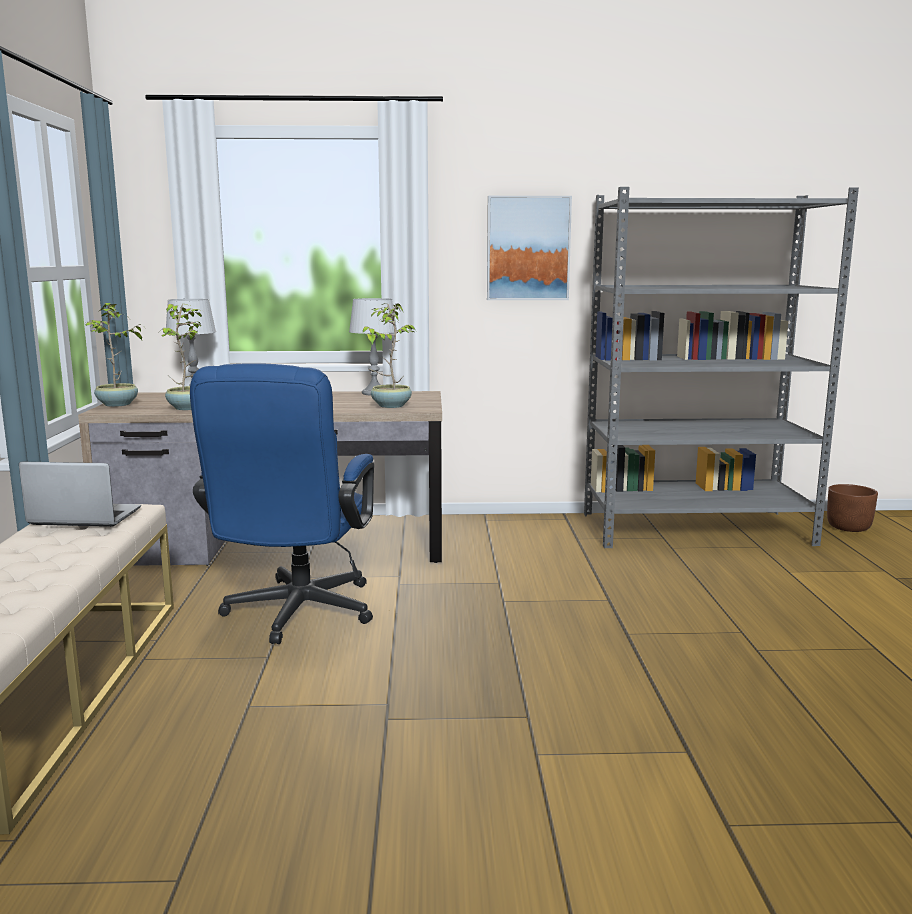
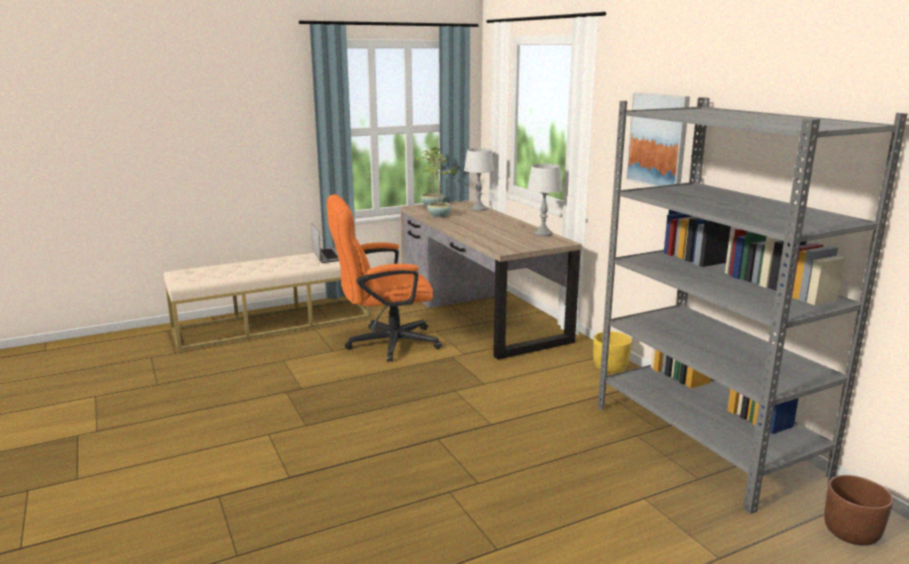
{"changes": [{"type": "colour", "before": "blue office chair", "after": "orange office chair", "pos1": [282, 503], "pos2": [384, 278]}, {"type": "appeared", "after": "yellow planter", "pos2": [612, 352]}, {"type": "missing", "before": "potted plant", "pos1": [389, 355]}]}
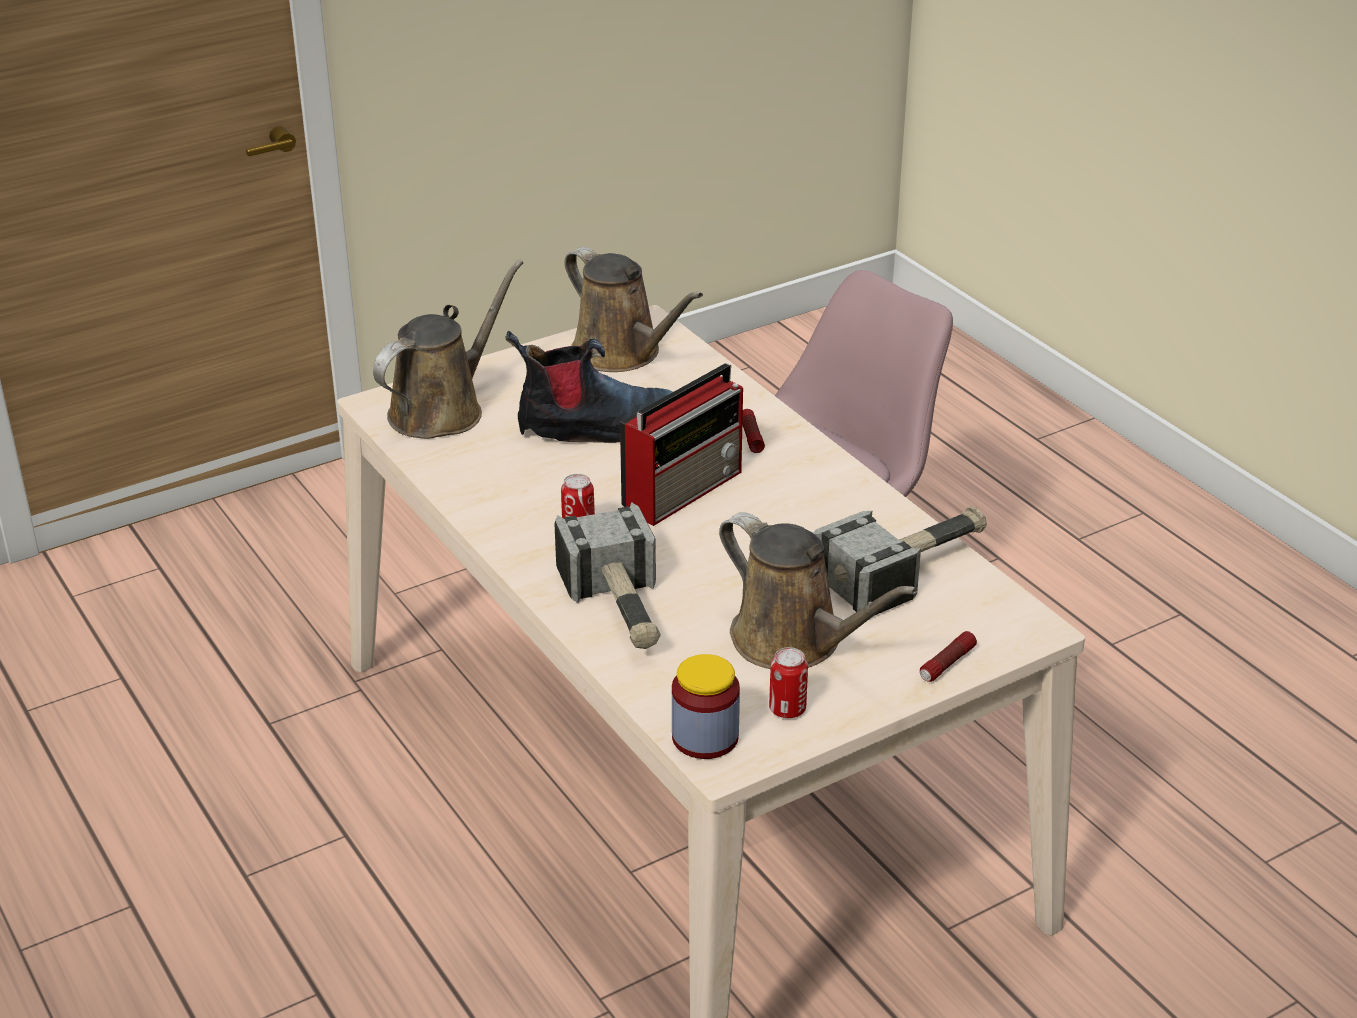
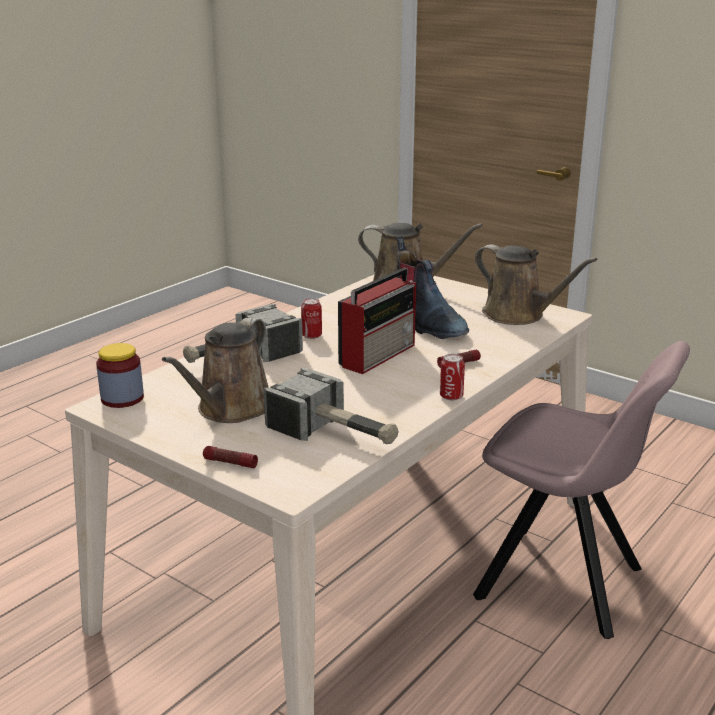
{"changes": [{"type": "spun", "before": "radio", "pos1": [681, 444], "pos2": [377, 321], "turn": -75}, {"type": "relocated", "before": "can", "pos1": [788, 682], "pos2": [452, 377]}, {"type": "spun", "before": "brown watering can", "pos1": [633, 309], "pos2": [536, 284], "turn": -75}]}
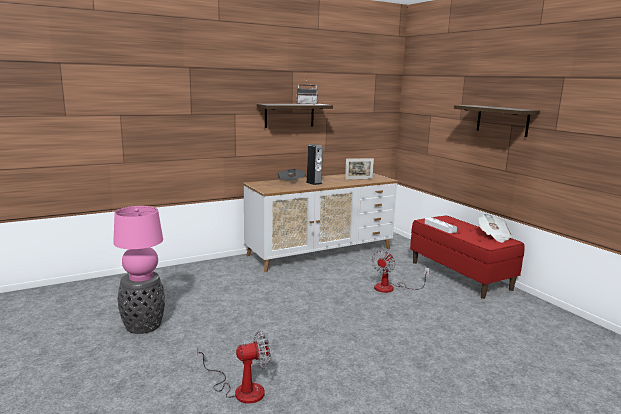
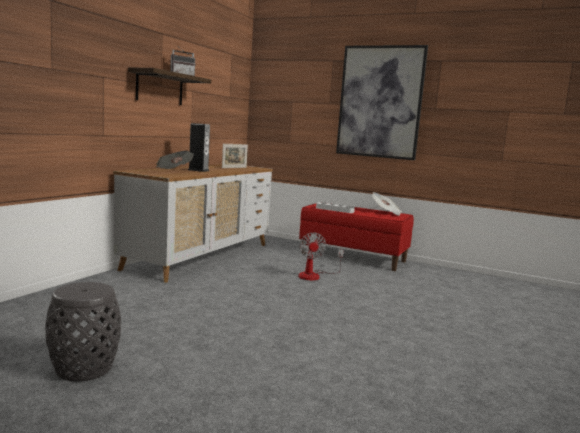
{"changes": [{"type": "exchanged", "before": "shelf", "after": "picture", "pos1": [497, 121], "pos2": [382, 102]}, {"type": "missing", "before": "pink table lamp", "pos1": [138, 244]}, {"type": "missing", "before": "fan", "pos1": [234, 367]}]}
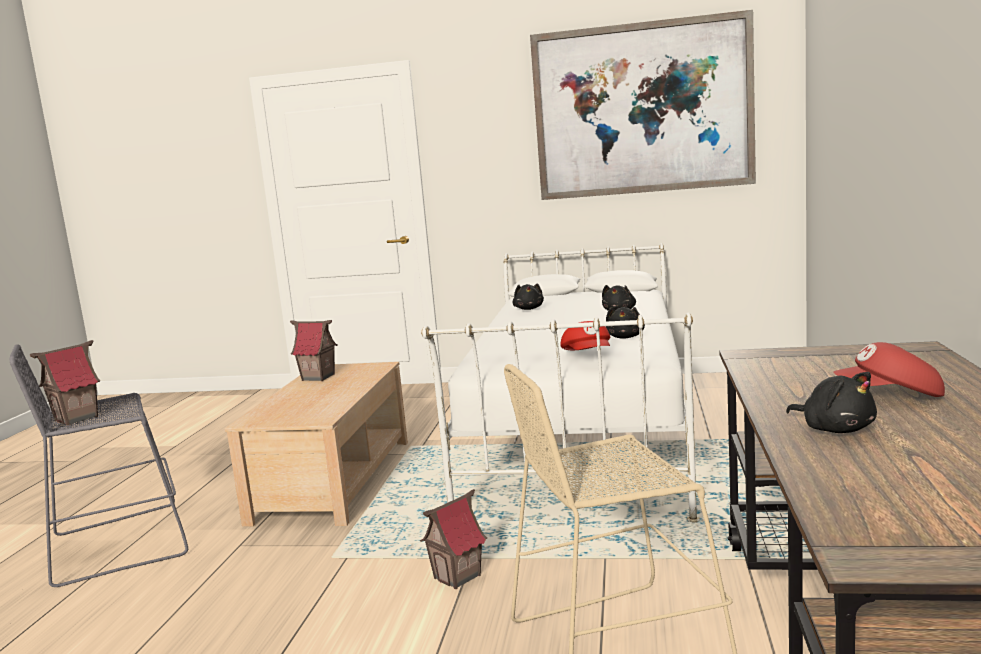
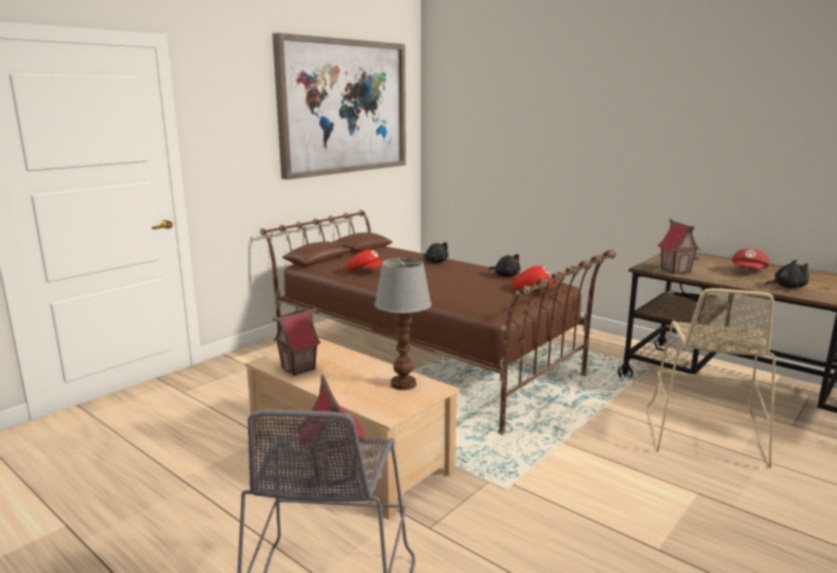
{"changes": [{"type": "colour", "before": "white bed", "after": "brown bed", "pos1": [560, 382], "pos2": [438, 322]}, {"type": "exchanged", "before": "black plush toy", "after": "red cap", "pos1": [528, 296], "pos2": [365, 260]}, {"type": "appeared", "after": "table lamp", "pos2": [403, 324]}, {"type": "relocated", "before": "toy house", "pos1": [453, 539], "pos2": [679, 246]}]}
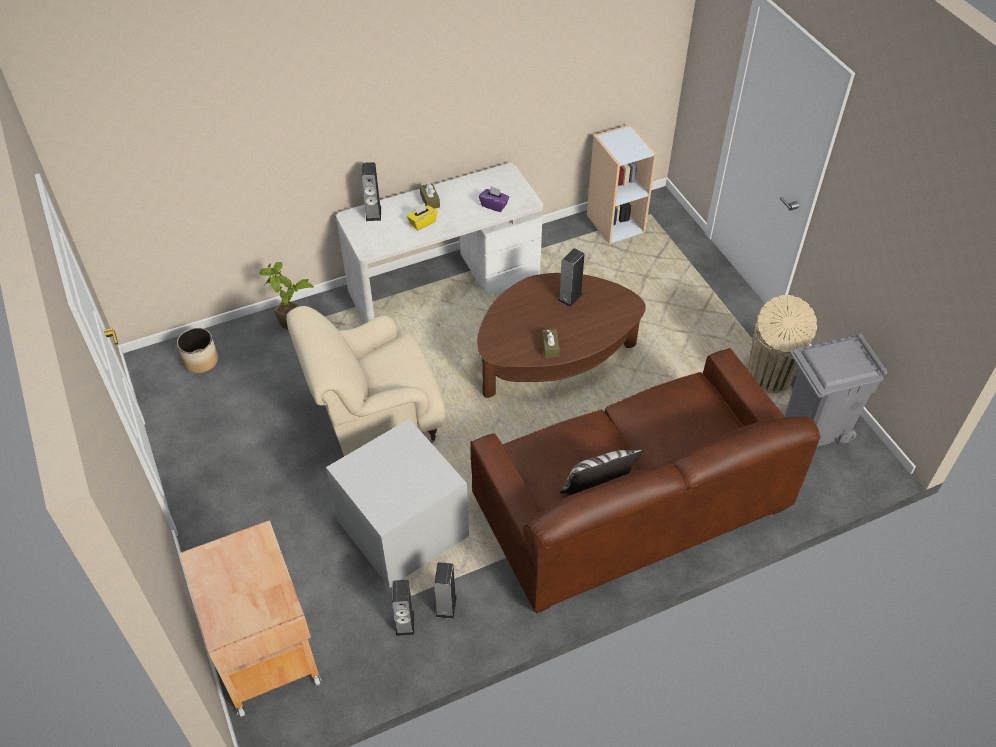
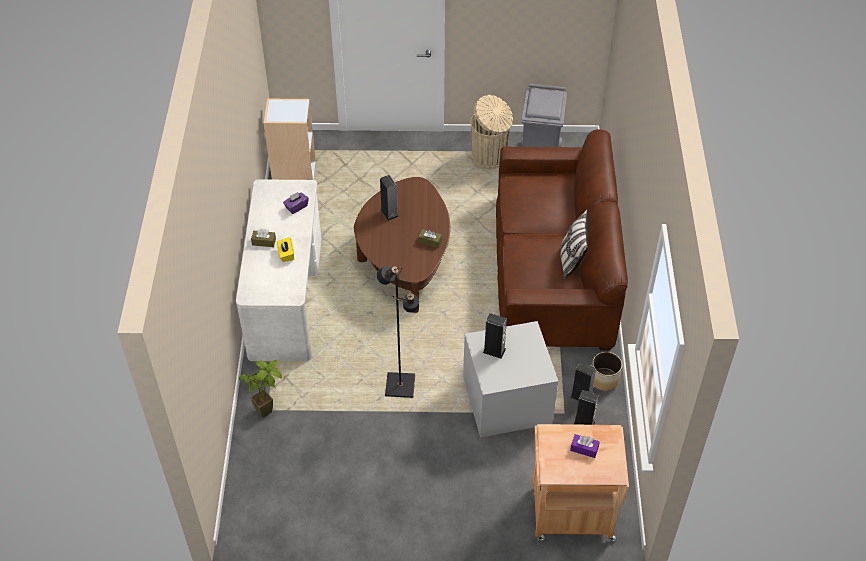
{"changes": [{"type": "exchanged", "before": "beige armchair", "after": "black floor lamp", "pos1": [365, 381], "pos2": [398, 332]}, {"type": "relocated", "before": "speaker", "pos1": [371, 191], "pos2": [495, 336]}, {"type": "appeared", "after": "purple tissue box", "pos2": [585, 446]}, {"type": "relocated", "before": "planter", "pos1": [197, 350], "pos2": [607, 371]}]}
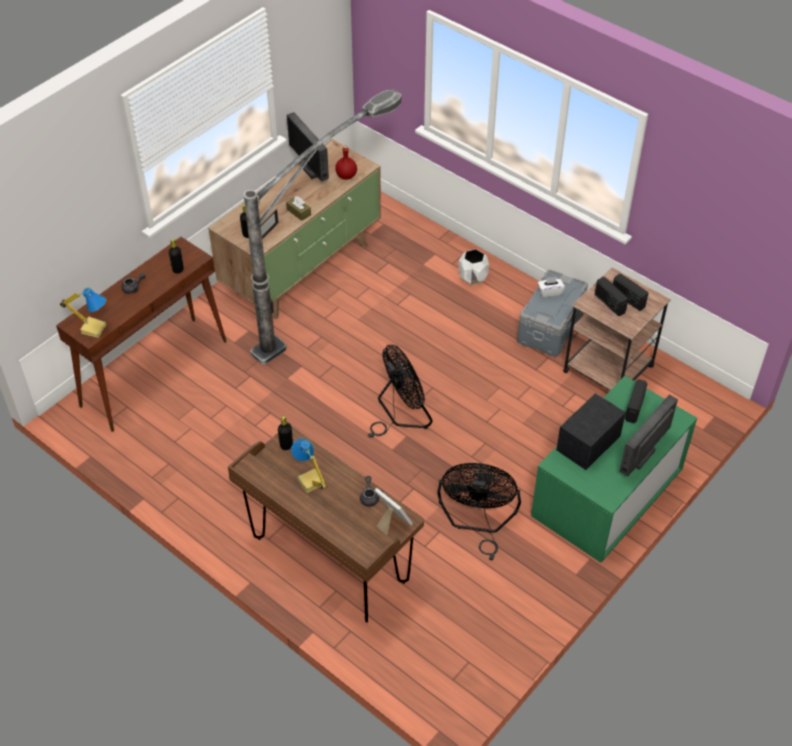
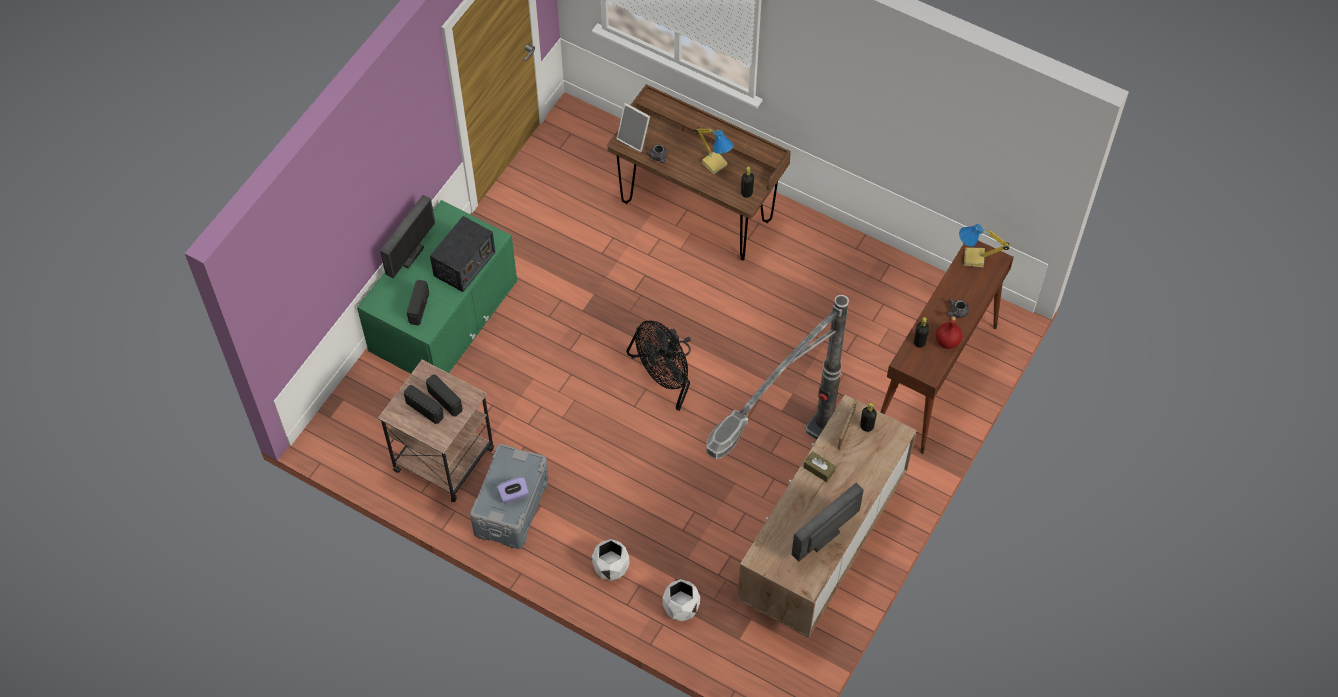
{"changes": [{"type": "colour", "before": "white tissue box", "after": "purple tissue box", "pos1": [551, 287], "pos2": [513, 490]}, {"type": "appeared", "after": "white planter", "pos2": [681, 600]}, {"type": "spun", "before": "monitor", "pos1": [308, 147], "pos2": [827, 522], "turn": -90}, {"type": "relocated", "before": "red bottle", "pos1": [346, 163], "pos2": [949, 332]}, {"type": "missing", "before": "black fan", "pos1": [479, 512]}]}
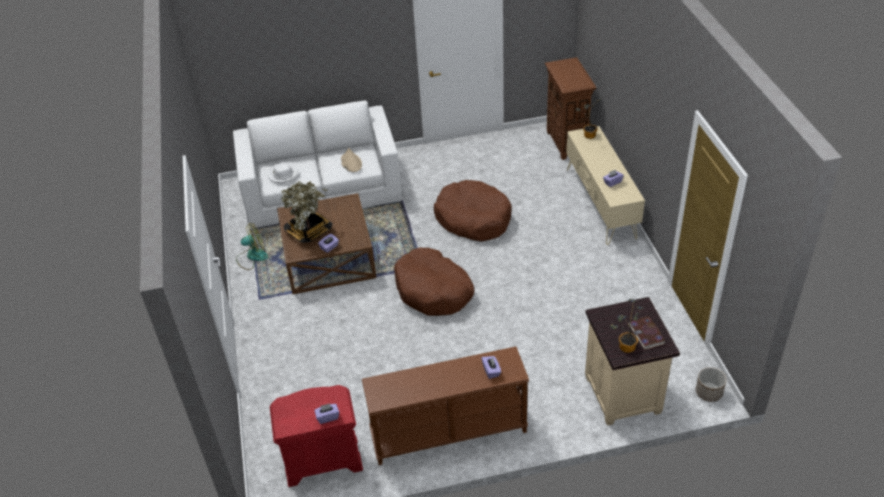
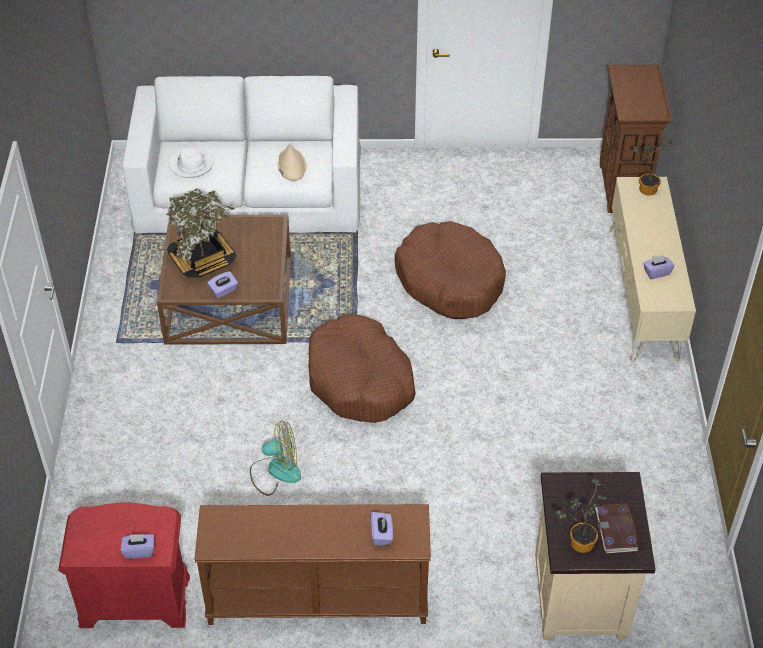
{"changes": [{"type": "relocated", "before": "fan", "pos1": [252, 246], "pos2": [275, 458]}, {"type": "missing", "before": "planter", "pos1": [711, 384]}]}
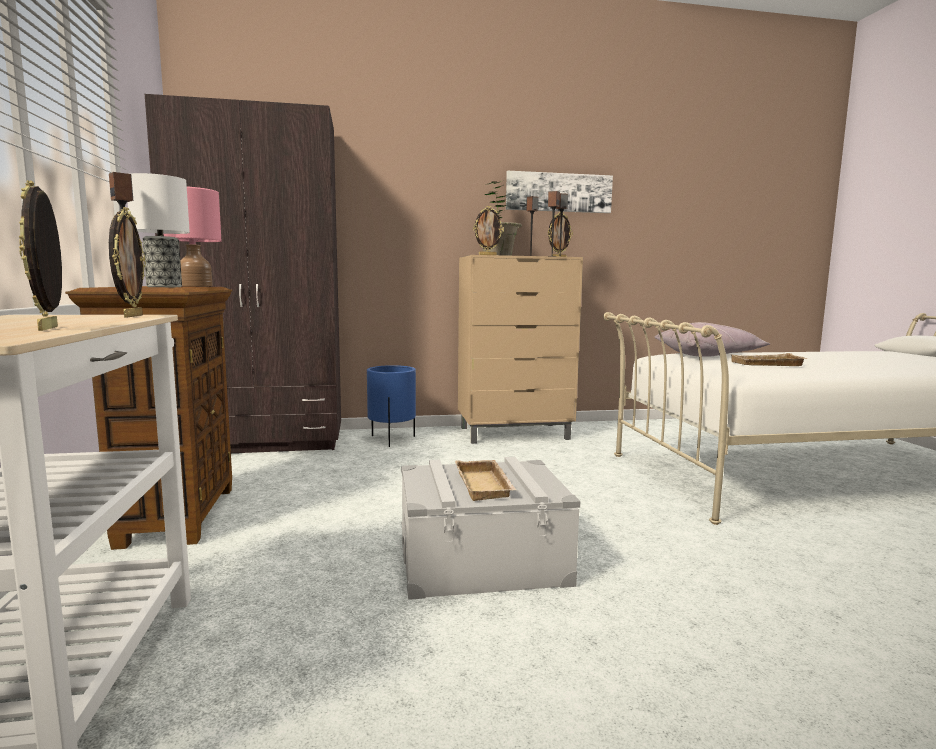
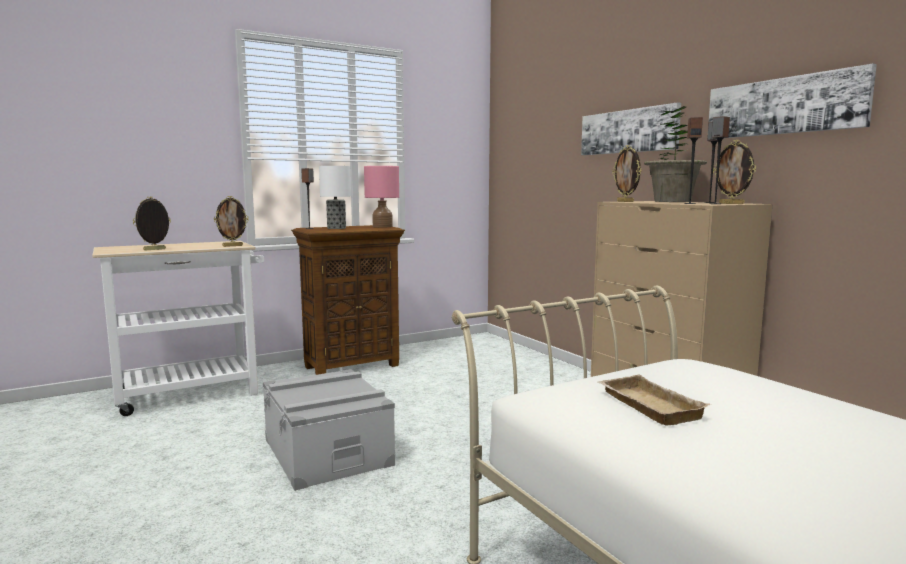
{"changes": [{"type": "appeared", "after": "picture", "pos2": [631, 128]}, {"type": "missing", "before": "brown wardrobe", "pos1": [243, 273]}, {"type": "missing", "before": "blue planter", "pos1": [391, 406]}, {"type": "missing", "before": "beige tray", "pos1": [485, 480]}, {"type": "missing", "before": "purple pillow", "pos1": [712, 339]}]}
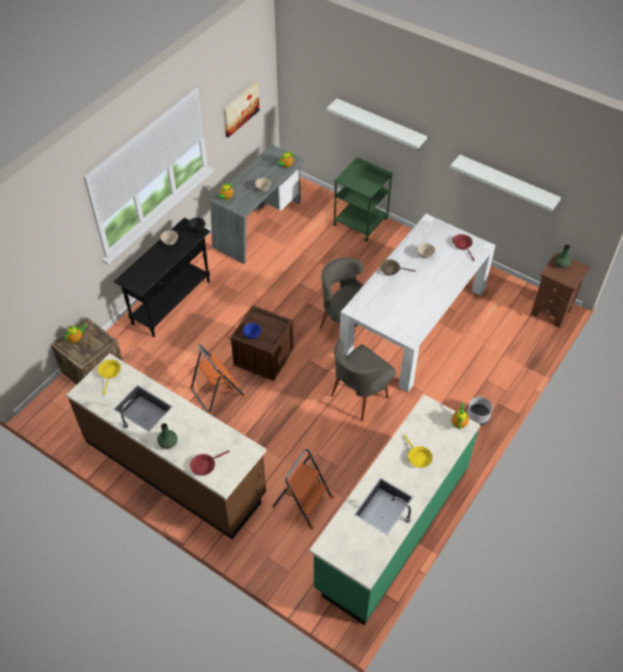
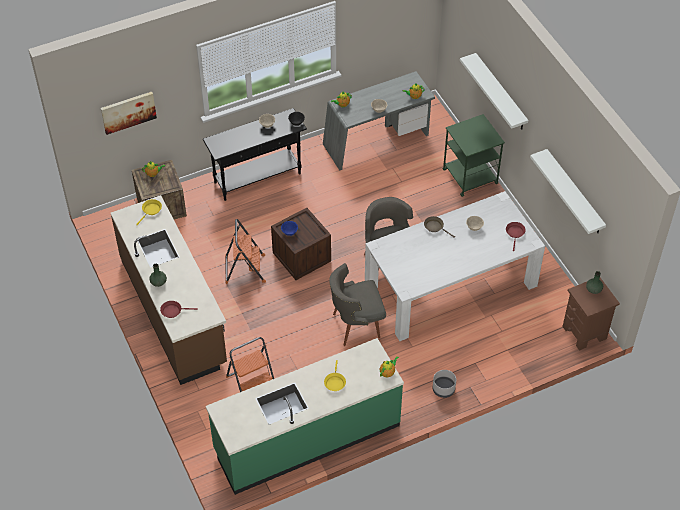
{"changes": [{"type": "relocated", "before": "picture", "pos1": [241, 110], "pos2": [129, 113]}]}
